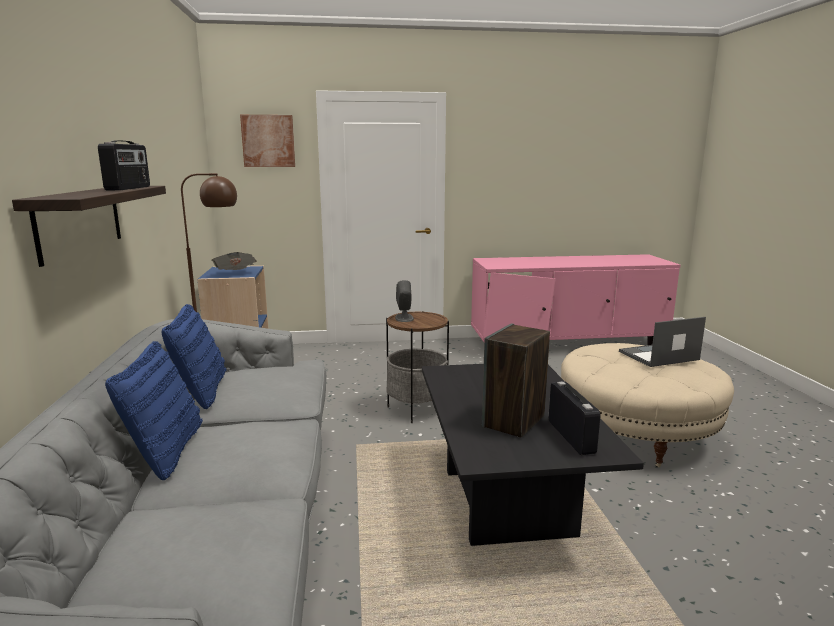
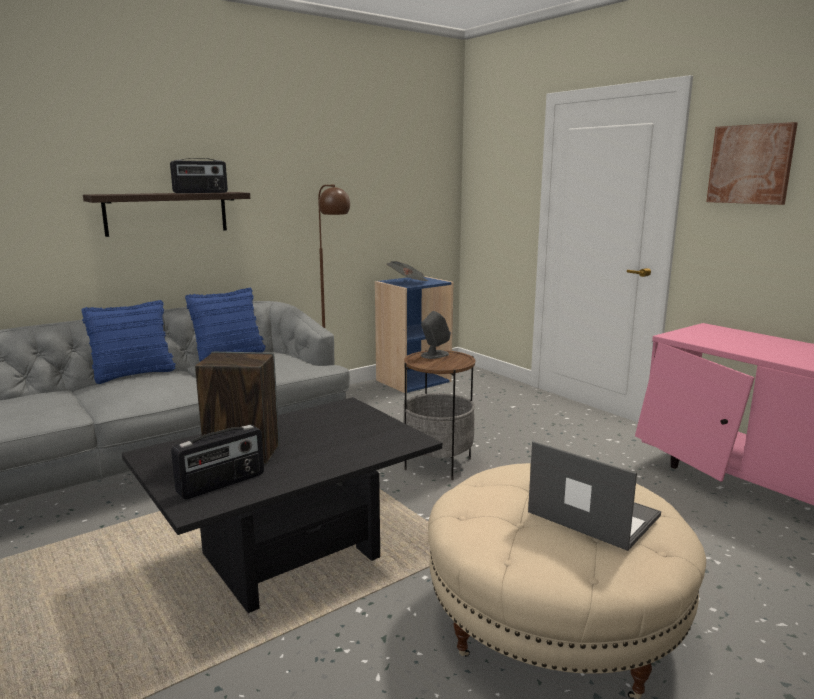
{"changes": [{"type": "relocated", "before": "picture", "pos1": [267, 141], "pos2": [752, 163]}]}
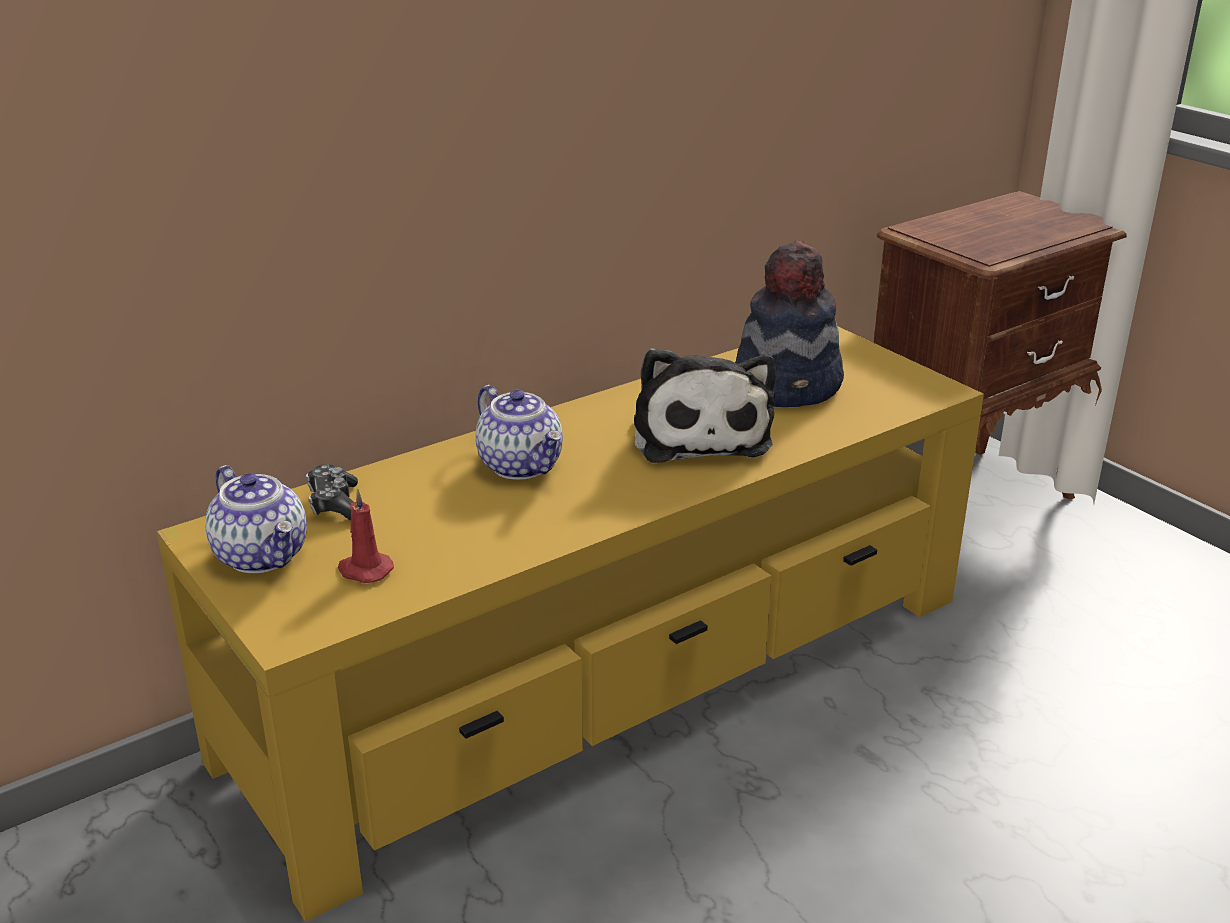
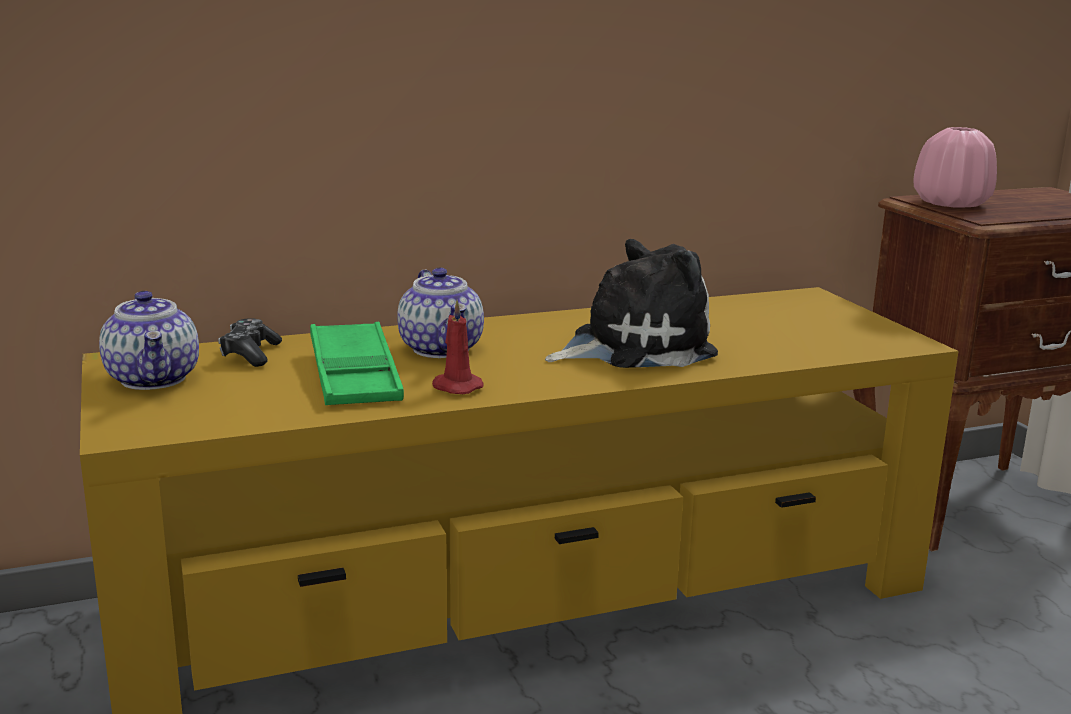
{"changes": [{"type": "appeared", "after": "green tray", "pos2": [357, 363]}, {"type": "relocated", "before": "red candle", "pos1": [366, 535], "pos2": [457, 347]}, {"type": "spun", "before": "plush toy", "pos1": [705, 405], "pos2": [631, 303], "turn": -120}, {"type": "appeared", "after": "pink vase", "pos2": [955, 167]}, {"type": "missing", "before": "hat", "pos1": [789, 324]}]}
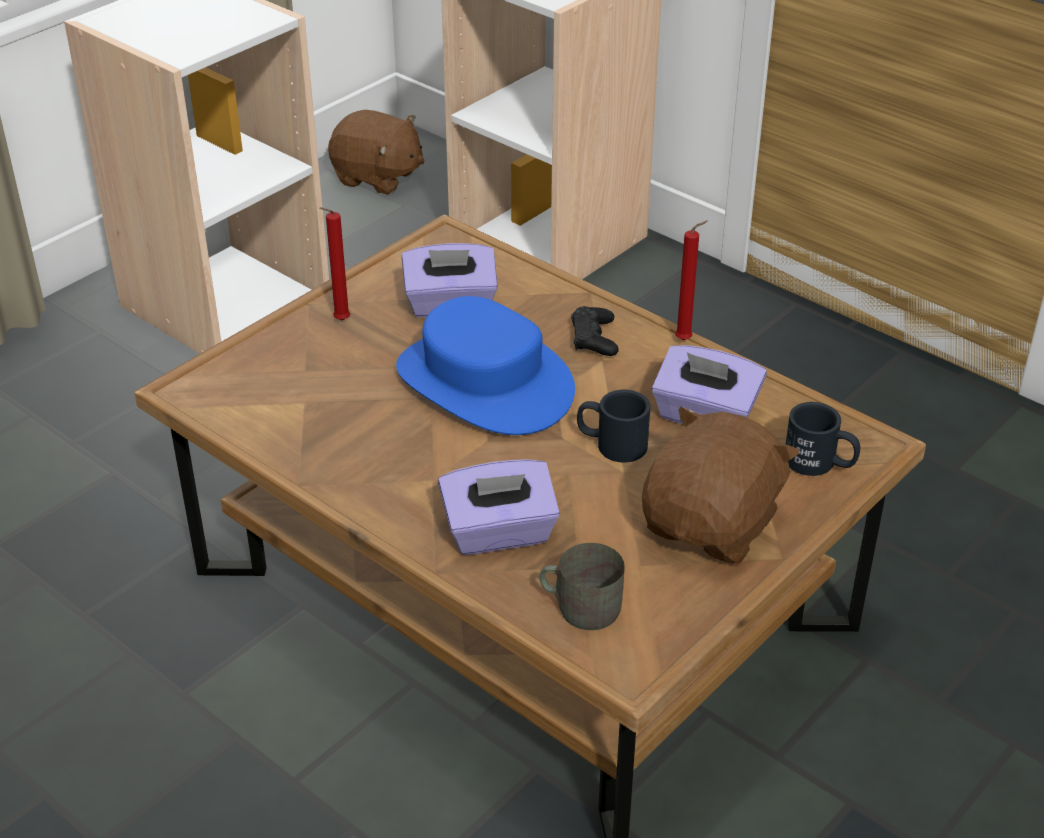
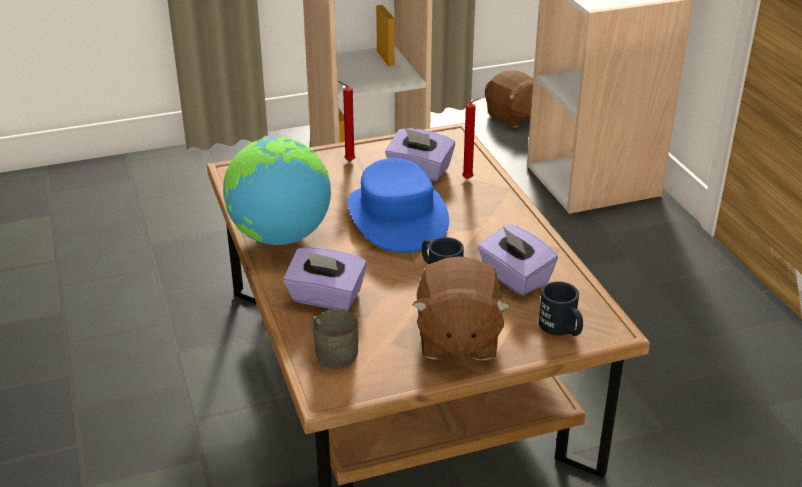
{"changes": [{"type": "appeared", "after": "globe", "pos2": [277, 191]}, {"type": "spun", "before": "brown plush toy", "pos1": [720, 485], "pos2": [461, 308], "turn": 120}, {"type": "relocated", "before": "red candle", "pos1": [691, 280], "pos2": [471, 138]}, {"type": "missing", "before": "black game controller", "pos1": [595, 331]}]}
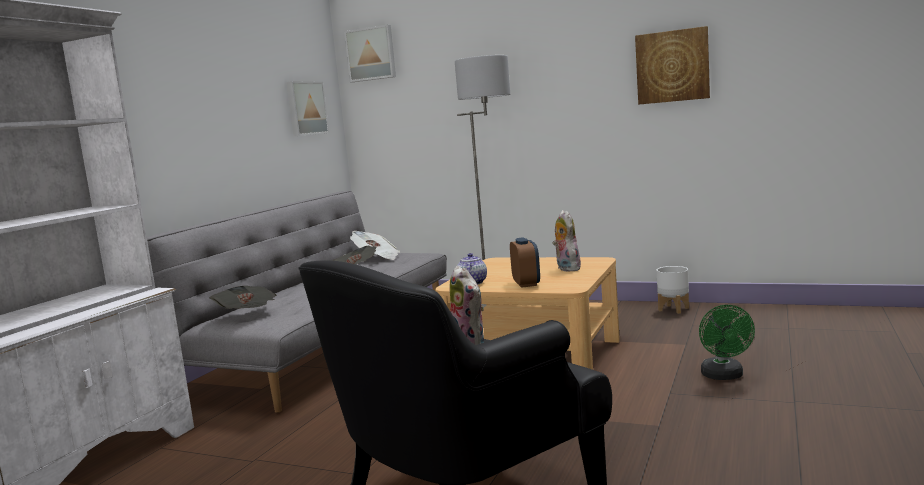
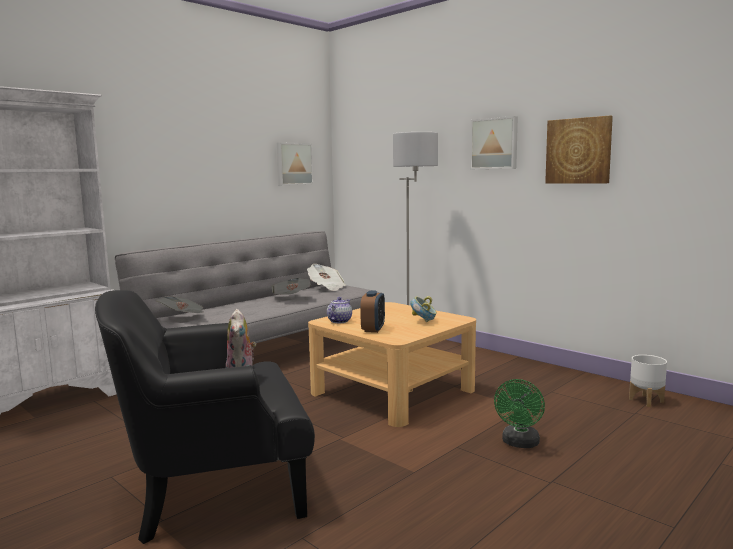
{"changes": [{"type": "exchanged", "before": "plush toy", "after": "bowl", "pos1": [566, 241], "pos2": [423, 309]}, {"type": "relocated", "before": "picture", "pos1": [370, 53], "pos2": [494, 142]}, {"type": "relocated", "before": "white planter", "pos1": [673, 290], "pos2": [648, 381]}]}
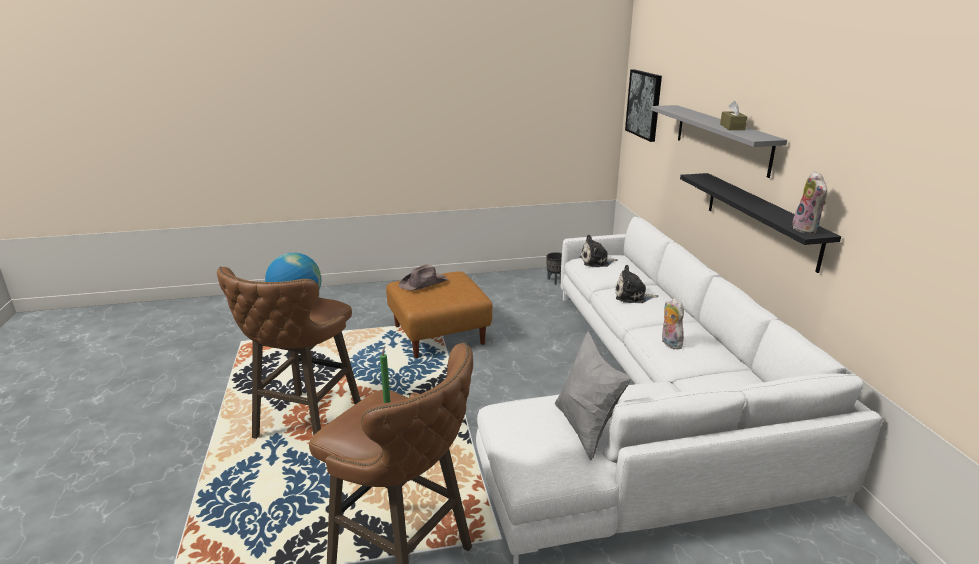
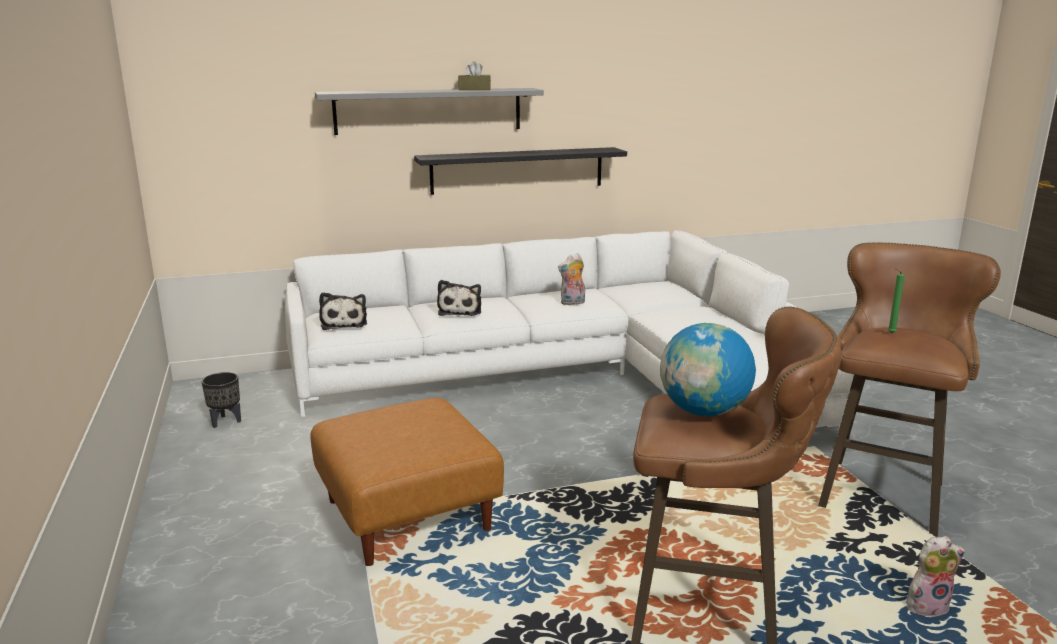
{"changes": [{"type": "relocated", "before": "plush toy", "pos1": [809, 202], "pos2": [935, 576]}, {"type": "missing", "before": "brown hat", "pos1": [423, 277]}, {"type": "missing", "before": "grey pillow", "pos1": [593, 395]}, {"type": "missing", "before": "picture", "pos1": [643, 105]}]}
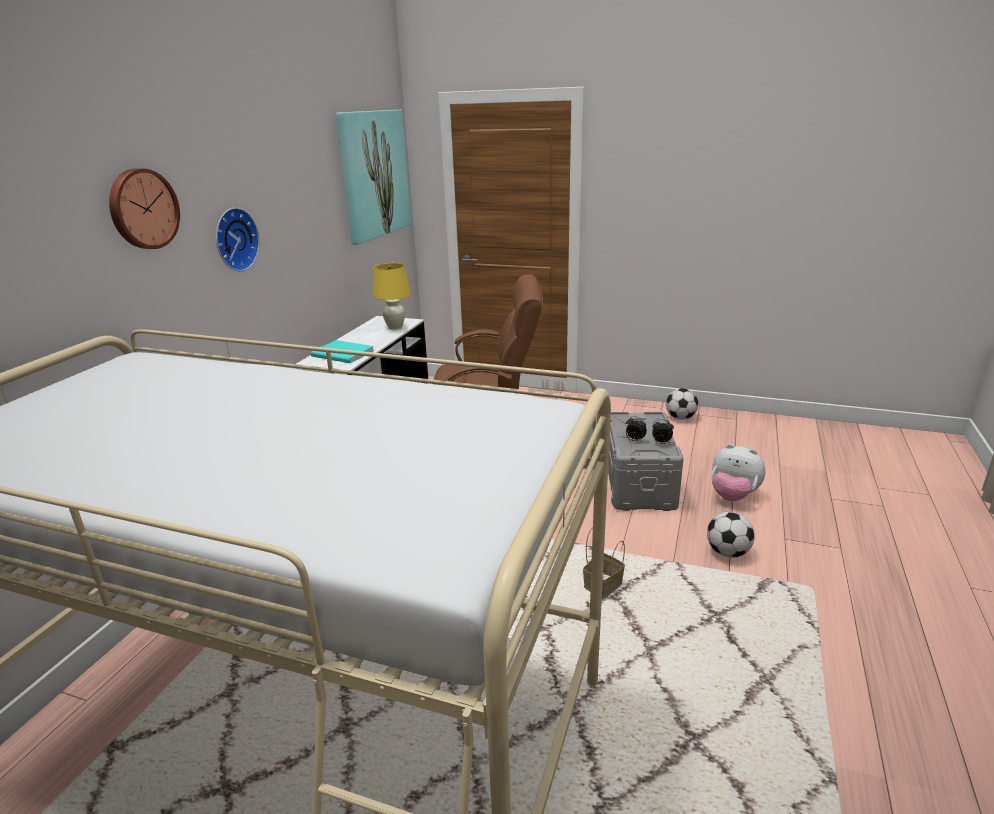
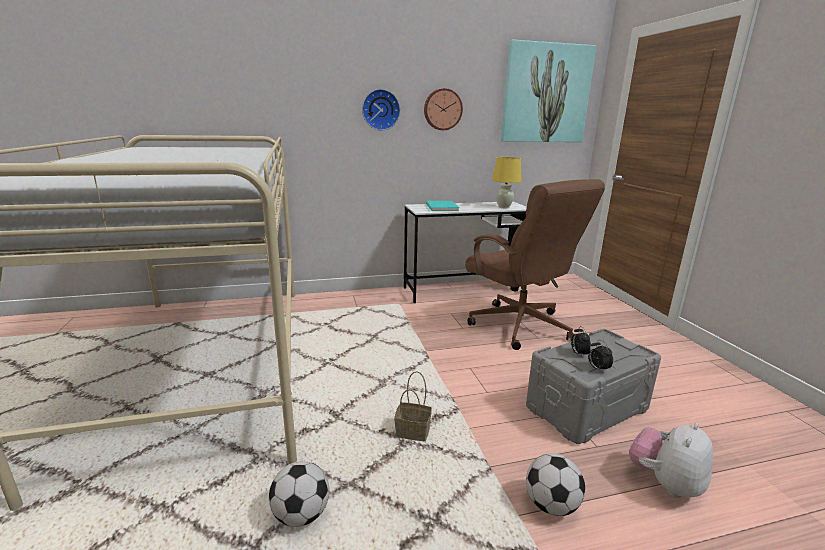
{"changes": [{"type": "relocated", "before": "football", "pos1": [682, 404], "pos2": [299, 494]}, {"type": "relocated", "before": "wall clock", "pos1": [144, 208], "pos2": [443, 109]}, {"type": "spun", "before": "plush toy", "pos1": [738, 472], "pos2": [671, 460], "turn": 45}]}
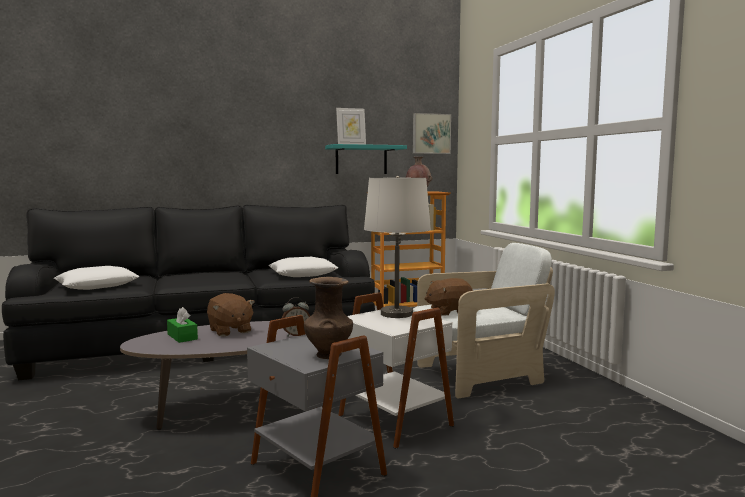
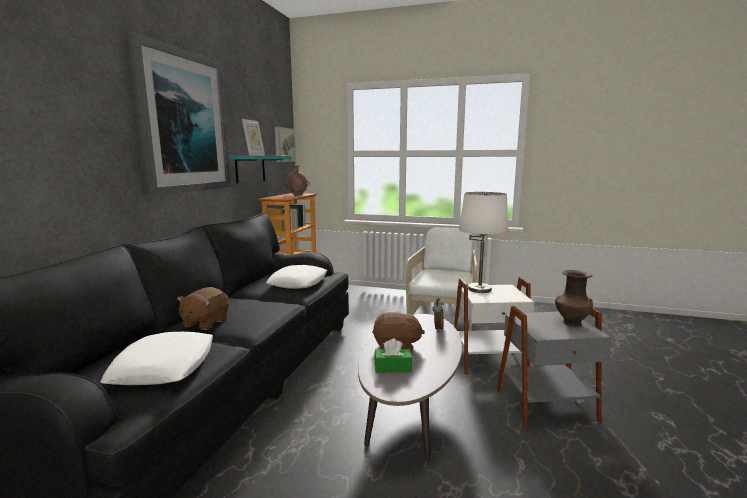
{"changes": [{"type": "appeared", "after": "picture", "pos2": [177, 114]}, {"type": "relocated", "before": "brown plush toy", "pos1": [448, 297], "pos2": [203, 308]}]}
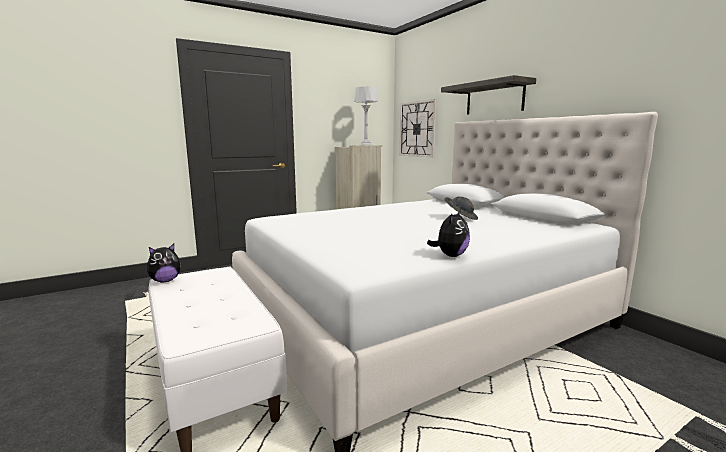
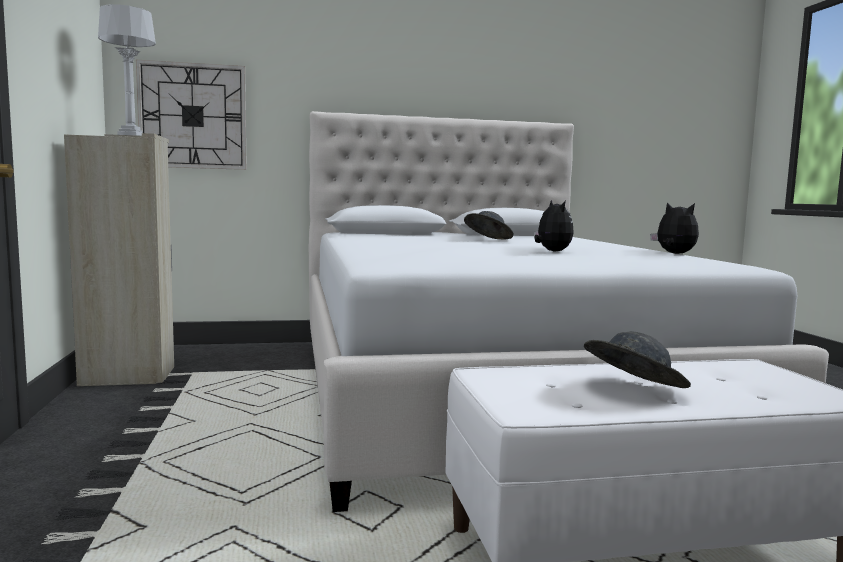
{"changes": [{"type": "relocated", "before": "plush toy", "pos1": [164, 263], "pos2": [554, 226]}, {"type": "appeared", "after": "grey hat", "pos2": [637, 359]}, {"type": "missing", "before": "shelf", "pos1": [488, 95]}]}
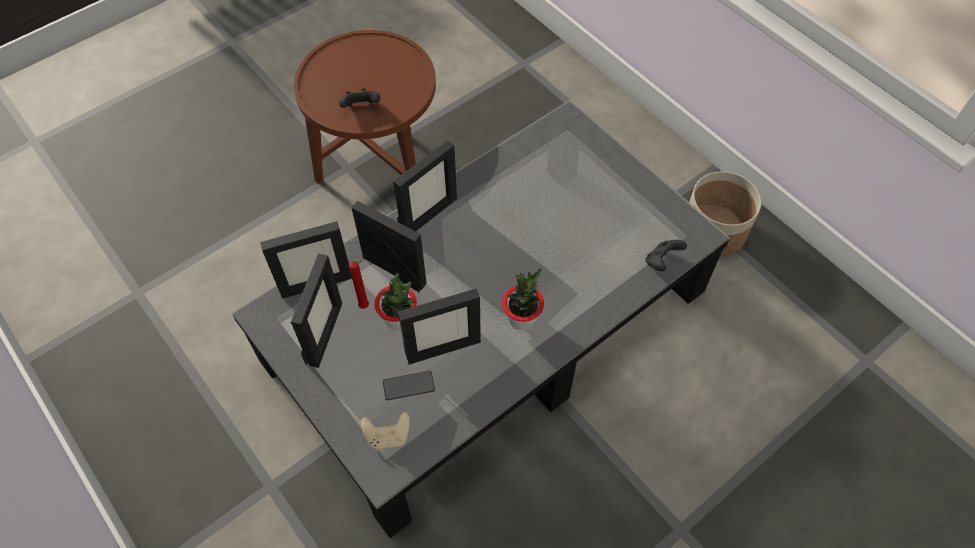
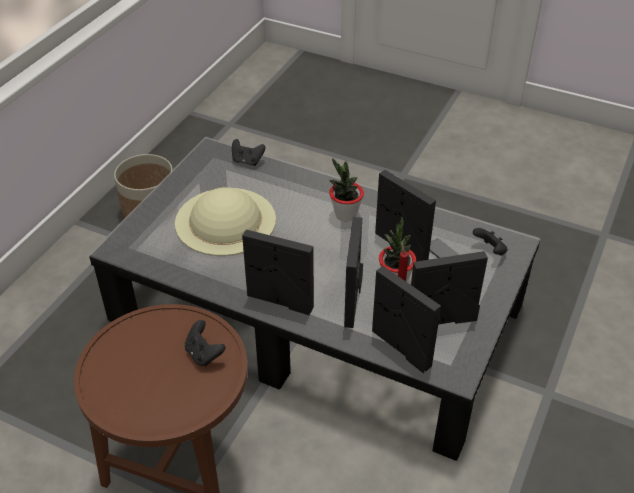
{"changes": [{"type": "appeared", "after": "beige hat", "pos2": [225, 221]}, {"type": "colour", "before": "beige game controller", "after": "black game controller", "pos1": [385, 431], "pos2": [490, 241]}]}
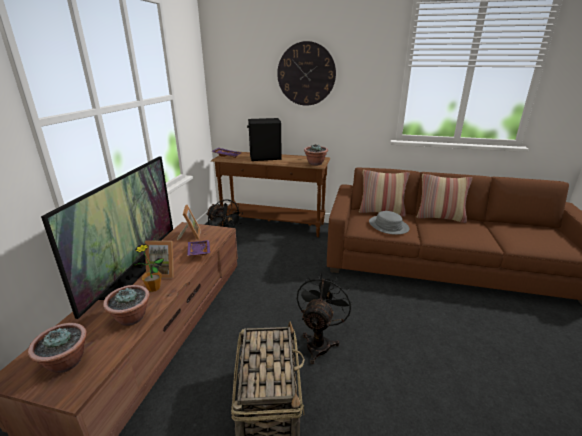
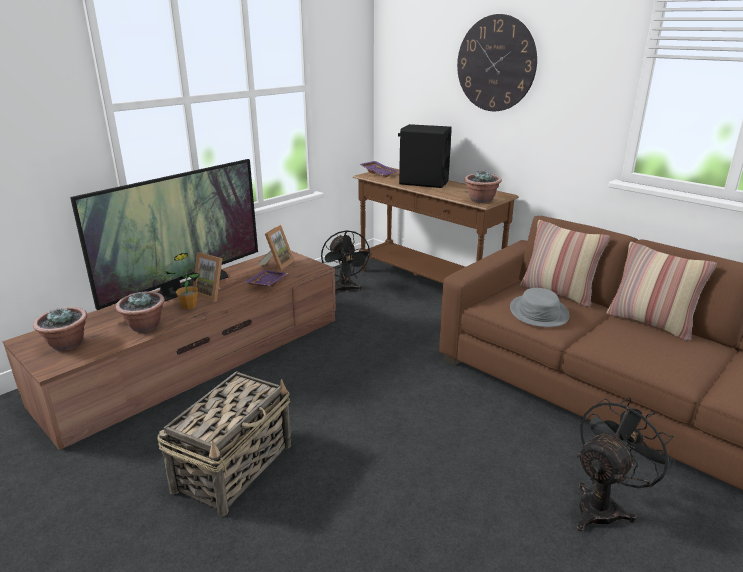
{"changes": [{"type": "relocated", "before": "black fan", "pos1": [325, 318], "pos2": [626, 464]}]}
